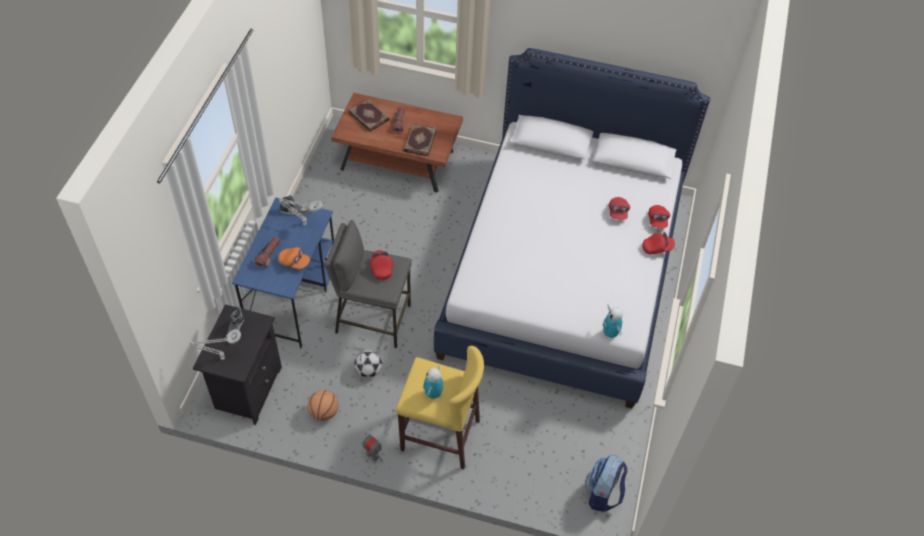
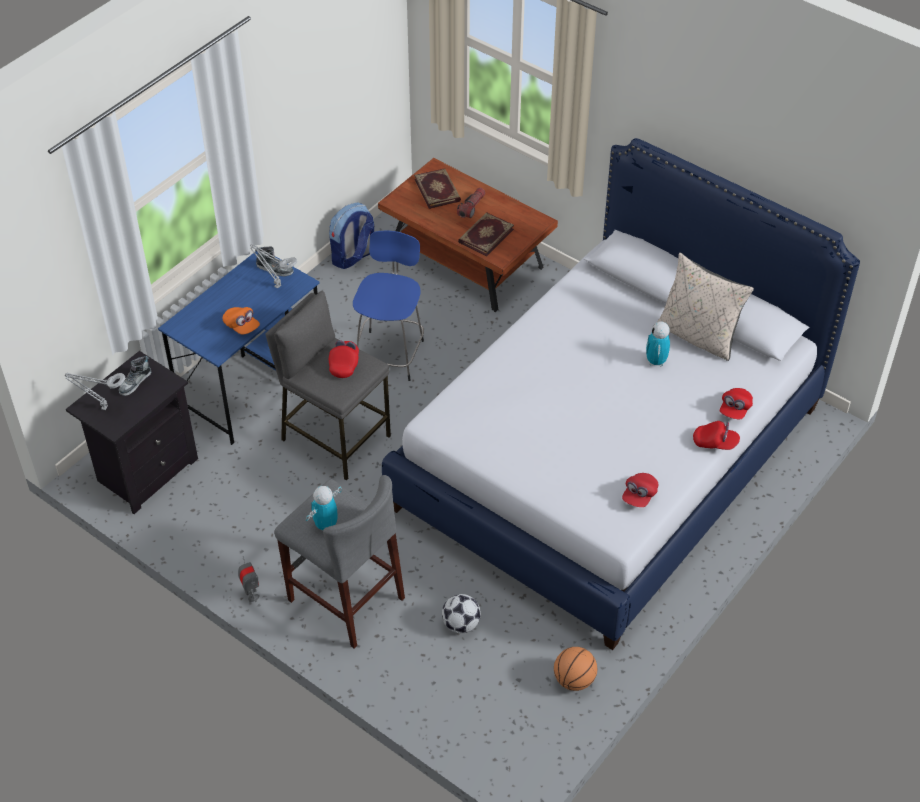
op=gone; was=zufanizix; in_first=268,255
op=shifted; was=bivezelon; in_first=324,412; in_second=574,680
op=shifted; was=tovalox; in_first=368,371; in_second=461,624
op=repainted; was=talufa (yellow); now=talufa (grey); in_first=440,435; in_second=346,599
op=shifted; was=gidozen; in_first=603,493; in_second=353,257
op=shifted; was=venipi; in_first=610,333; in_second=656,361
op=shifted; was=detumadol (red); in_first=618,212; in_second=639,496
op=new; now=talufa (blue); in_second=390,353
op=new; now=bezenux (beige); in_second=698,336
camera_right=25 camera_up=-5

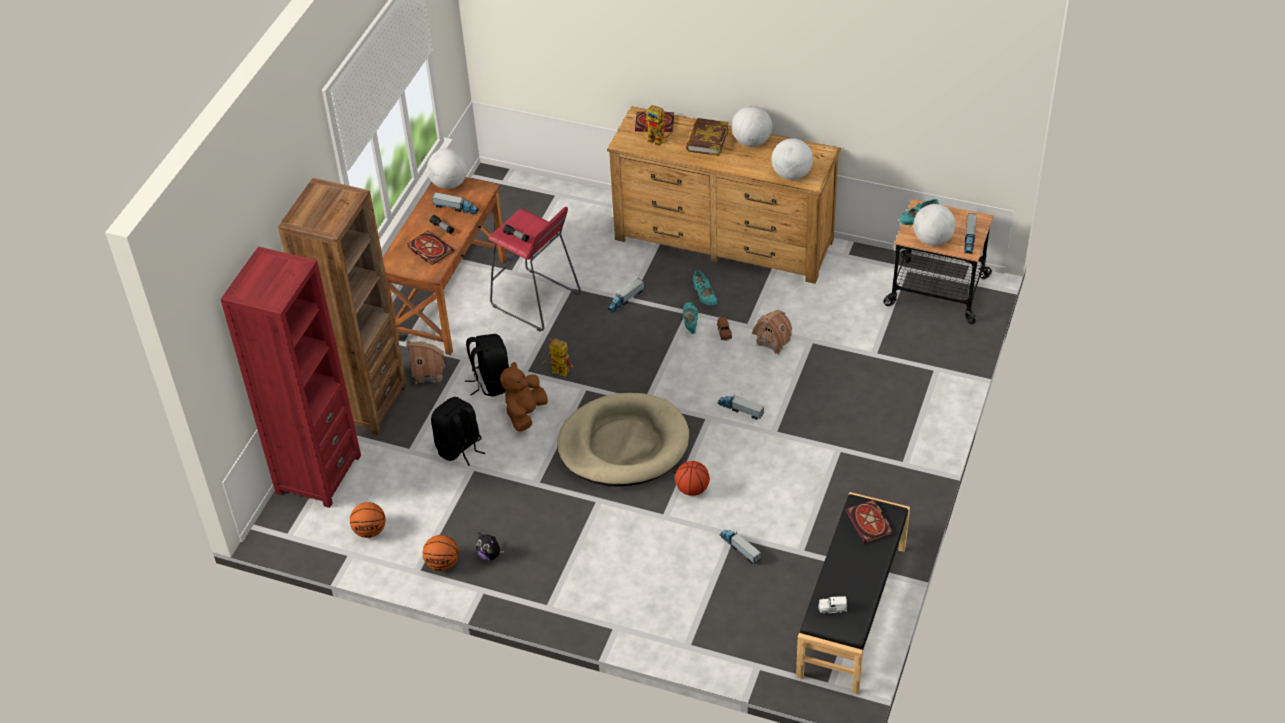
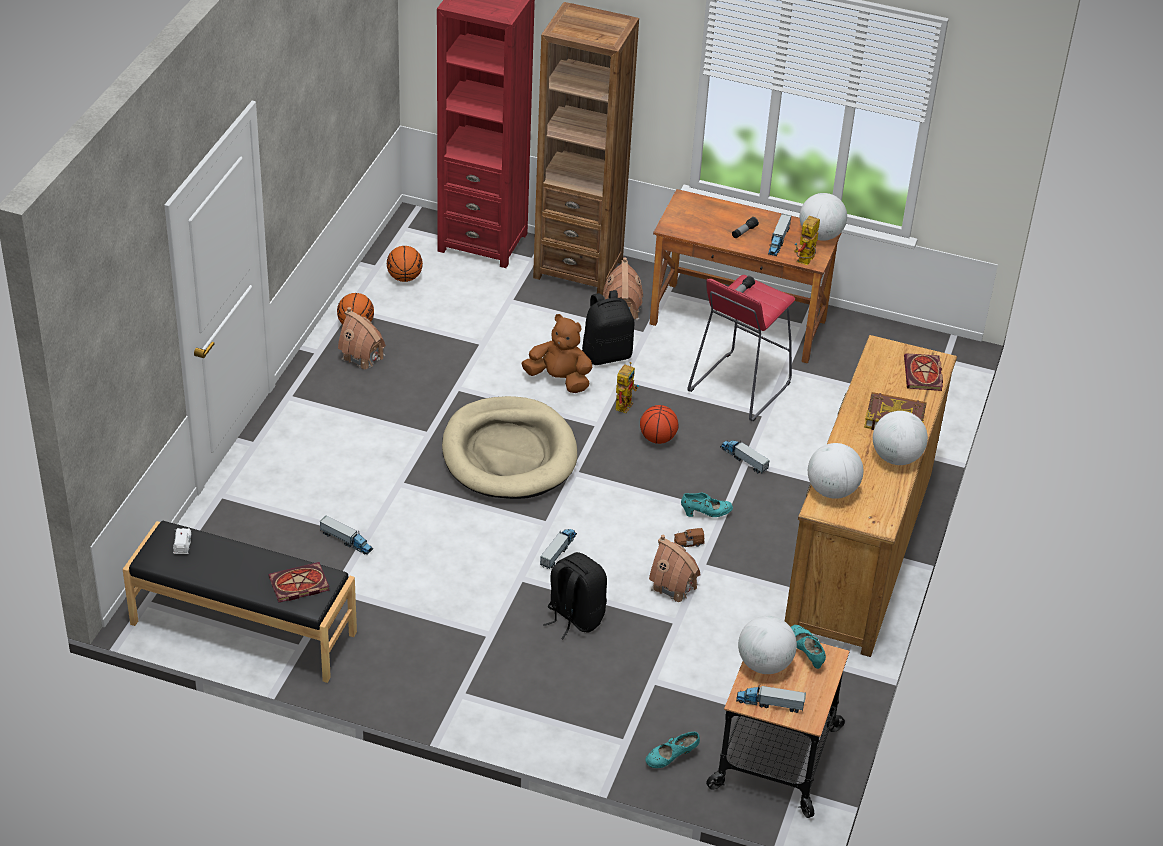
op=gone; was=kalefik; in_first=428,249
op=shifted; was=gidozen (black); in_first=459,448; in_second=574,617
op=swapped; was=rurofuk; now=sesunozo; in_first=490,555; in_second=363,357
op=shifted; was=venipi; in_first=660,141; in_second=805,262
op=shifted; was=bivezelon; in_first=692,489; in_second=657,438
op=shifted; was=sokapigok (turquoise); in_first=704,296; in_second=671,758
op=rotated; was=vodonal; in_first=740,548; in_second=346,541; clockwise=75
camera_right=85 camera_up=-5

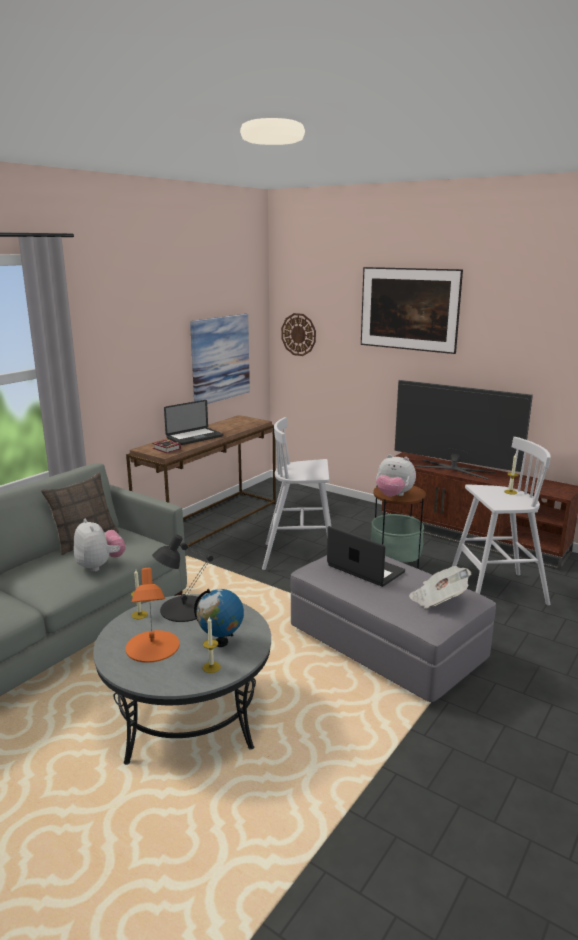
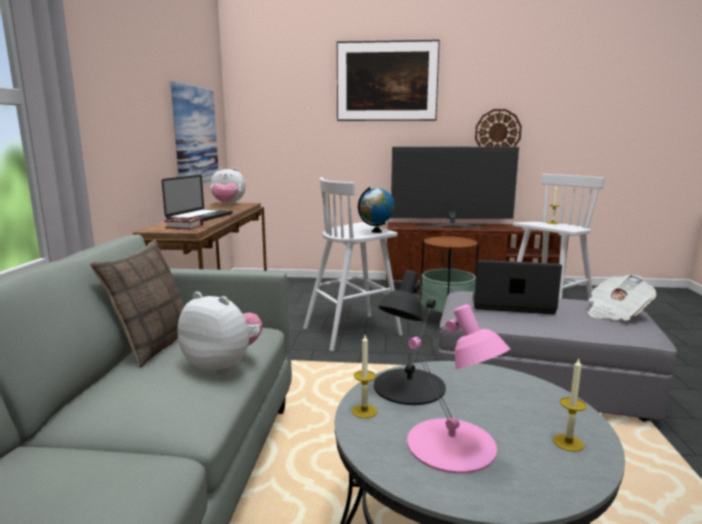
op=repainted; was=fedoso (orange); now=fedoso (pink); in_first=152,647; in_second=452,445
op=shifted; was=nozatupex; in_first=221,642; in_second=376,231
op=shifted; was=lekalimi; in_first=298,334; in_second=497,132
op=shifted; was=rurofuk; in_first=393,496; in_second=228,205
camera_right=-30 camera_up=-5

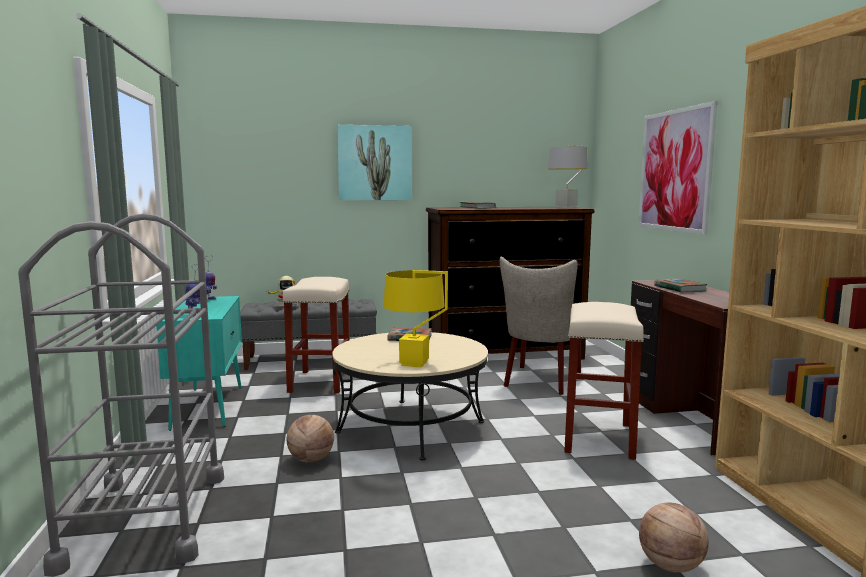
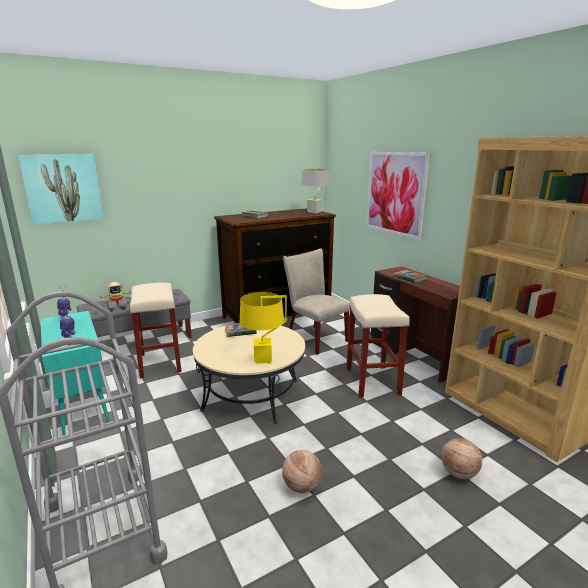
op=shifted; was=bivezelon; in_first=311,460; in_second=301,486
op=shifted; was=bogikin; in_first=374,163; in_second=63,188
op=rotated; was=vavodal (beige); in_first=540,381; in_second=313,338; clockwise=135
camera_right=-20 camera_up=10

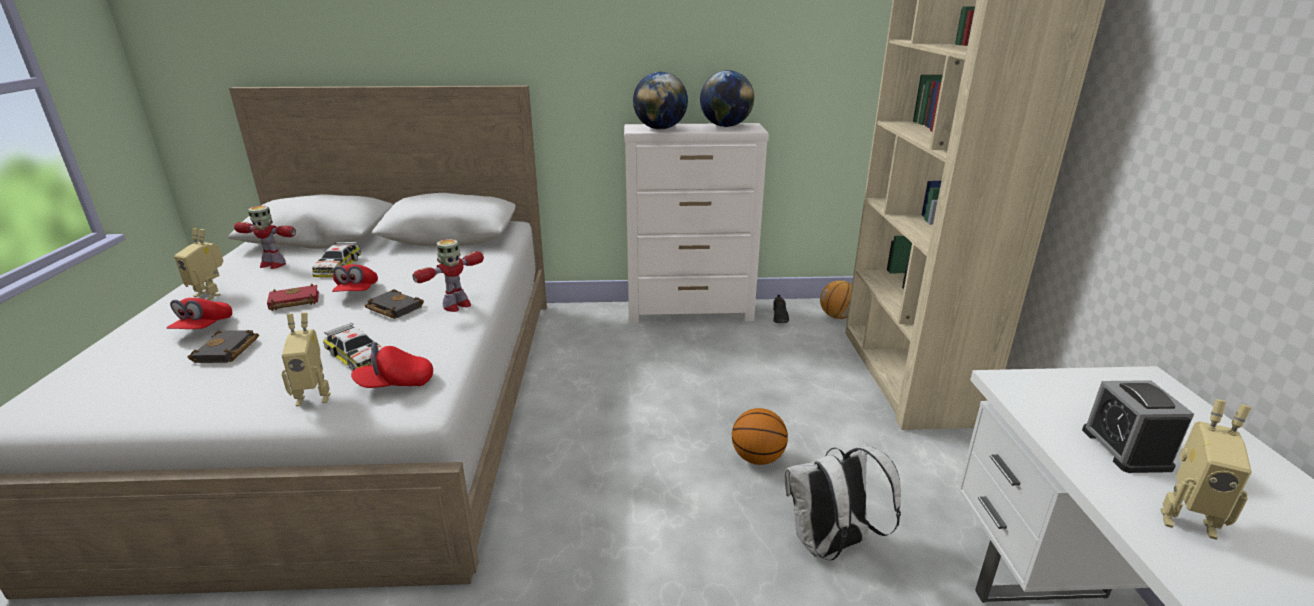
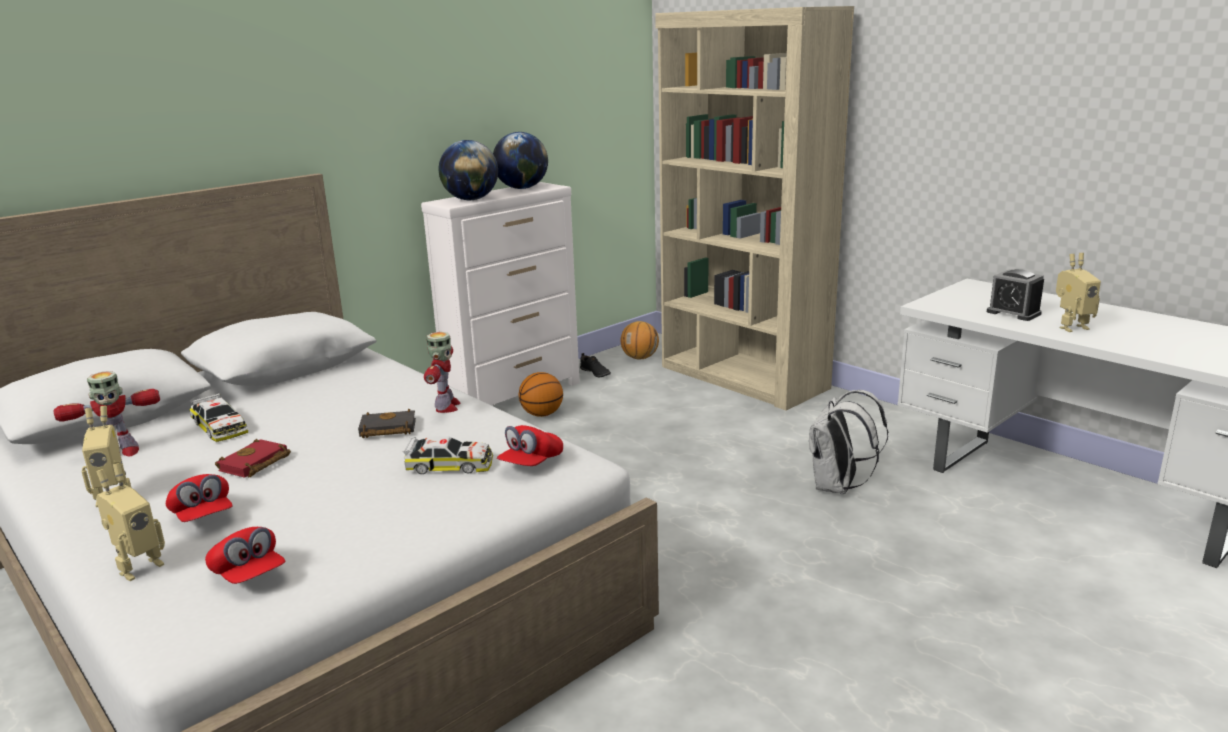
op=gone; was=kalefik (black); in_first=227,351
op=shifted; was=venipi; in_first=314,396; in_second=138,567
op=shifted; was=detumadol (red); in_first=357,292; in_second=248,575
op=shifted; was=bivezelon; in_first=757,458; in_second=541,414
camera_right=-40 camera_up=-5

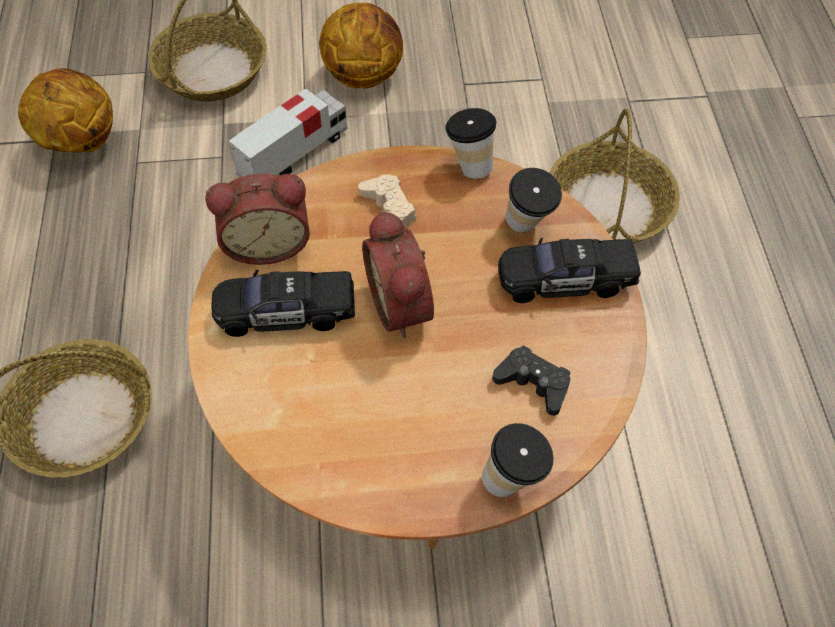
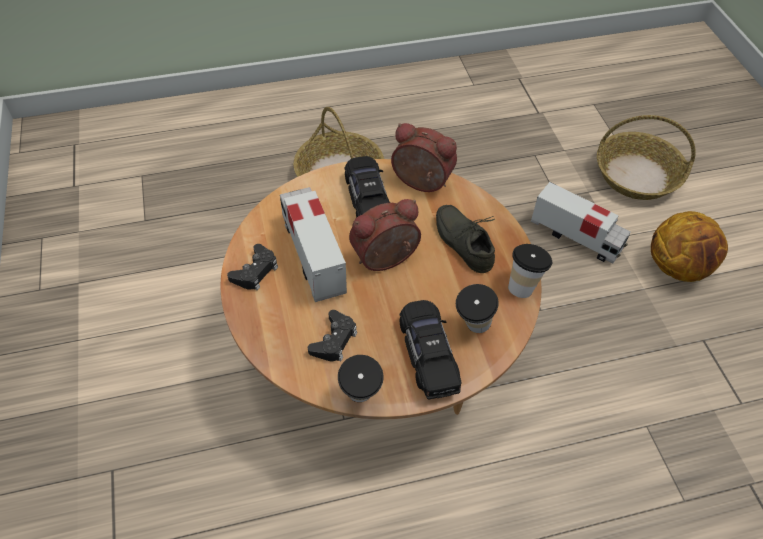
op=gone; was=bivezelon; in_first=79,142
op=rotated; was=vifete; in_first=267,243; in_second=420,183; clockwise=135
op=swapped; was=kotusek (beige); now=sokapigok (grey); in_first=388,209; in_second=466,242
op=shifted; was=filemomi; in_first=513,481; in_second=360,399
op=gone; was=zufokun; in_first=607,206
op=new; now=kotusek (black); in_second=255,271
op=new; now=vodonal; in_second=313,255
camera_right=80 camera_up=-5

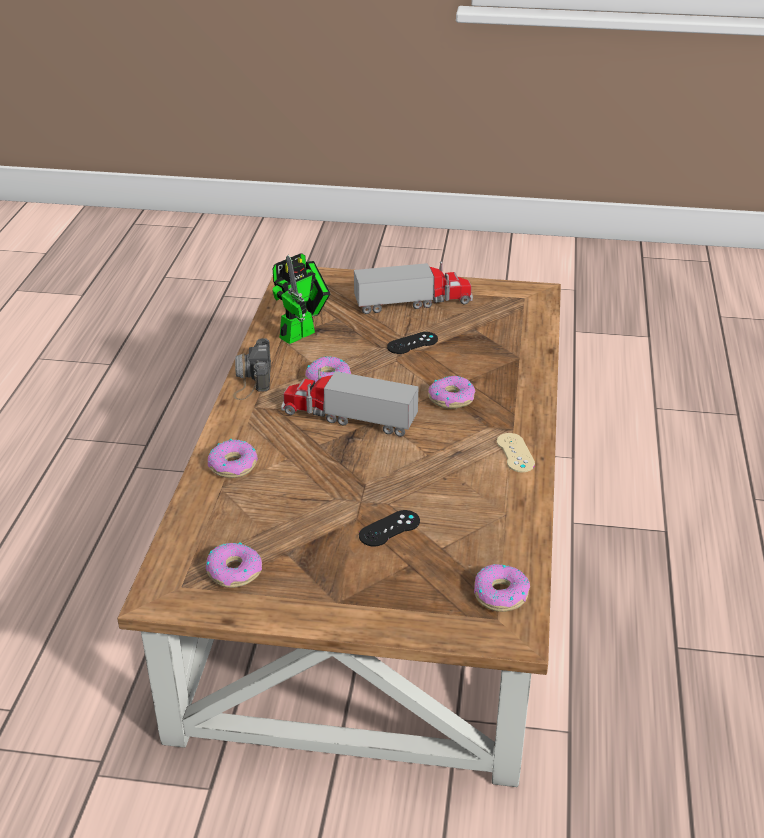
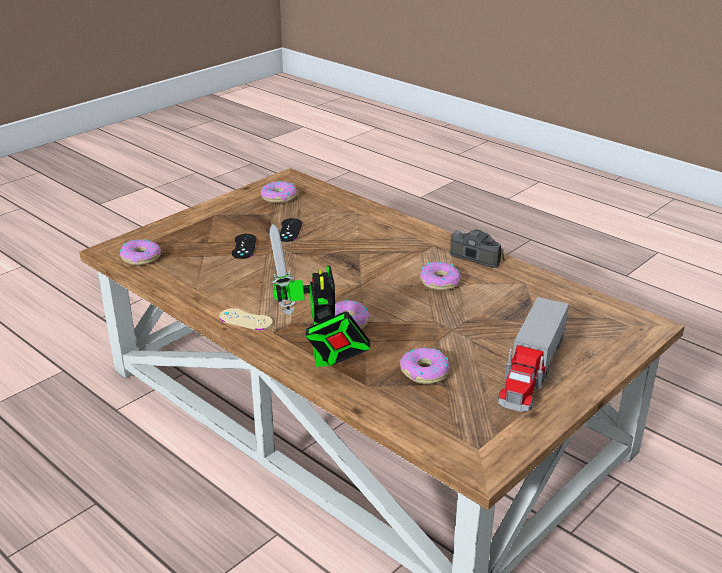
op=shifted; was=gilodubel; in_first=233,465; in_second=424,372
op=shifted; was=venipi; in_first=302,333; in_second=323,359
op=gone; was=vodonal; in_first=348,417
op=shifted; was=kotusek (black); in_first=412,343; in_second=289,230
camera_right=125 camera_up=-5

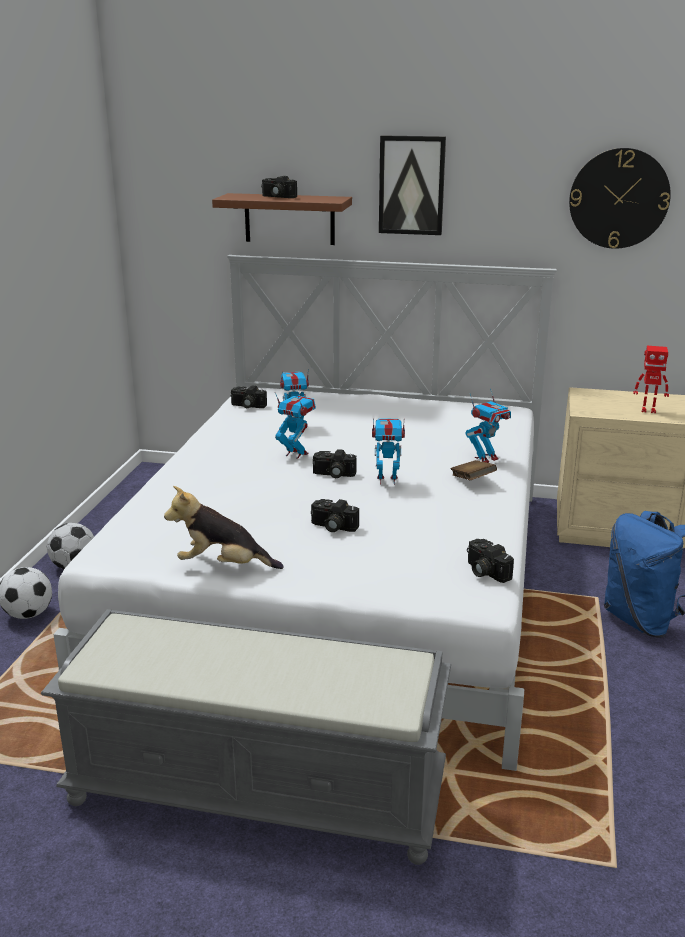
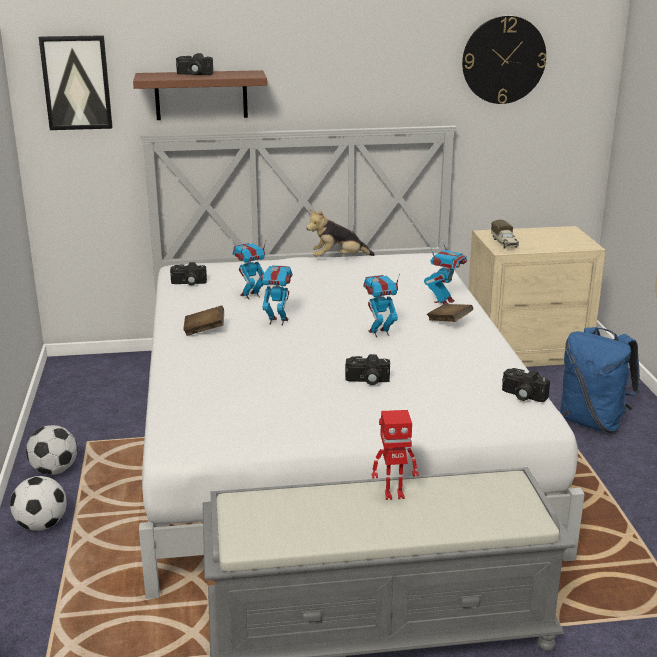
op=shifted; was=rurofuk; in_first=223,565; in_second=338,259
op=gone; was=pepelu; in_first=333,474
op=shifted; was=bogikin; in_first=411,185; in_second=76,83
op=shifted; was=venipi; in_first=648,410; in_second=394,494
op=new; now=kalefik (brown); in_second=204,330
op=new; now=vodonal; in_second=504,243
camera_right=-20 camera_up=0

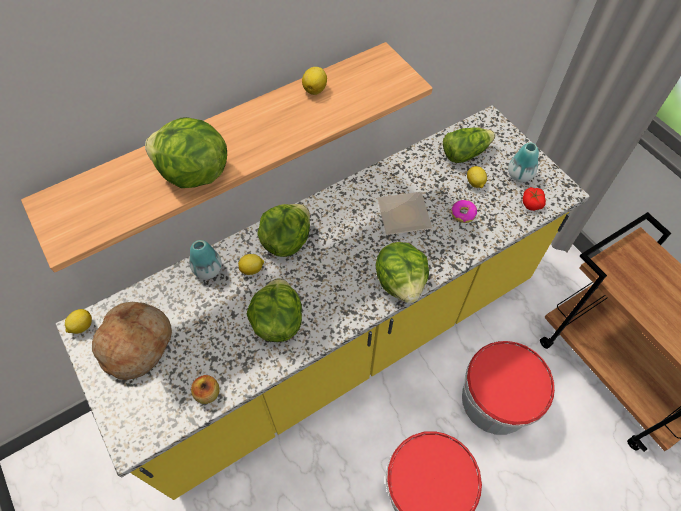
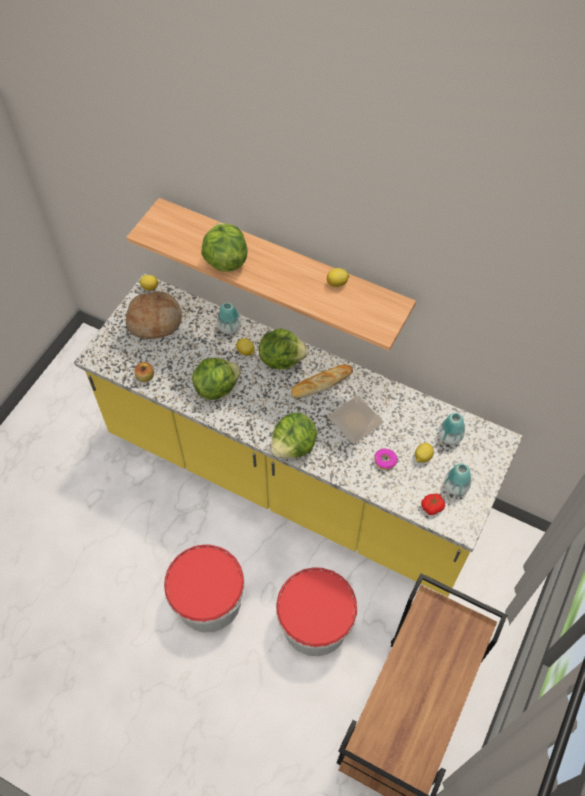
op=swapped; was=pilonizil; now=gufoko; in_first=464,153; in_second=450,436
op=new; now=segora; in_second=321,383
camera_right=60 camera_up=0

